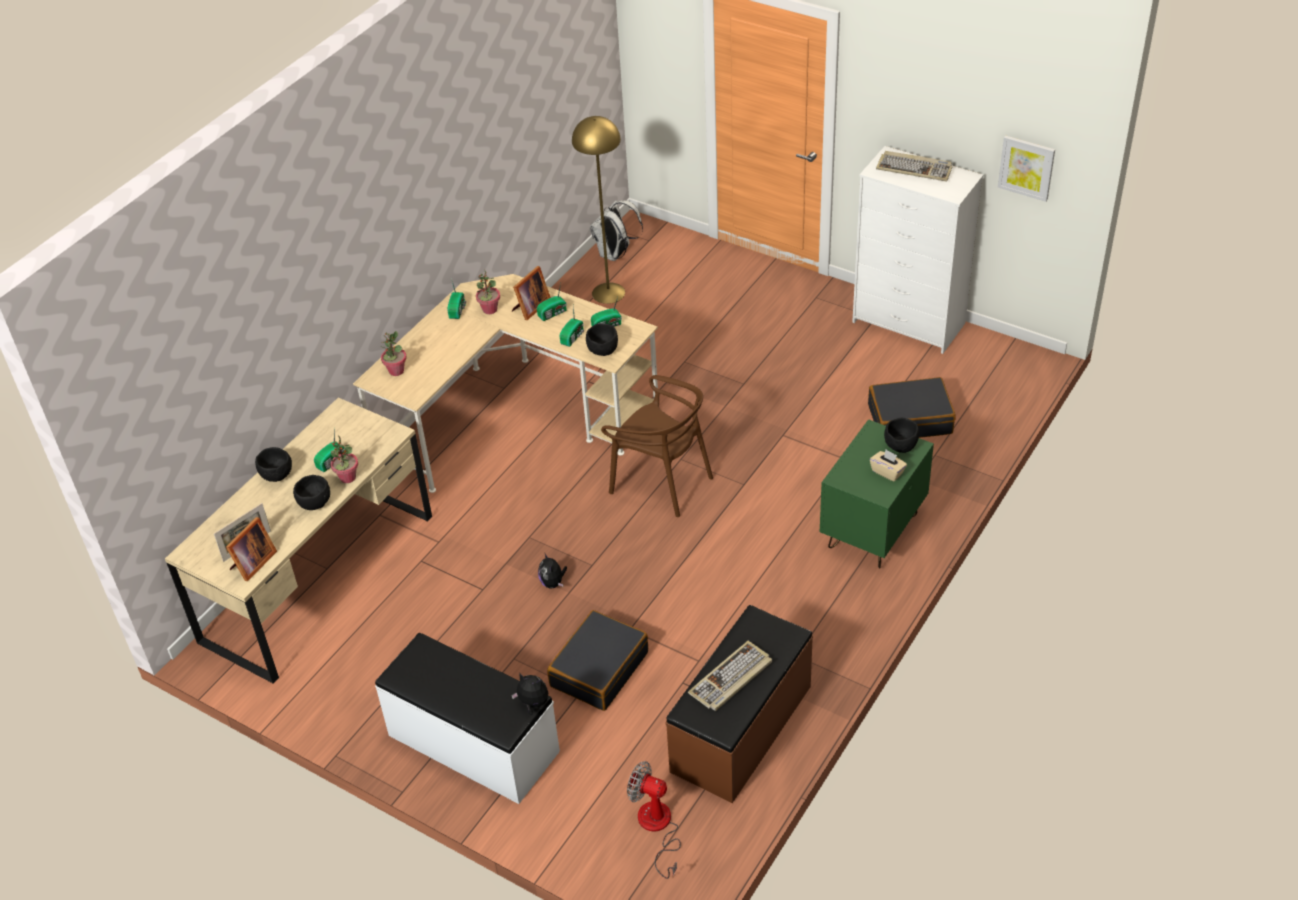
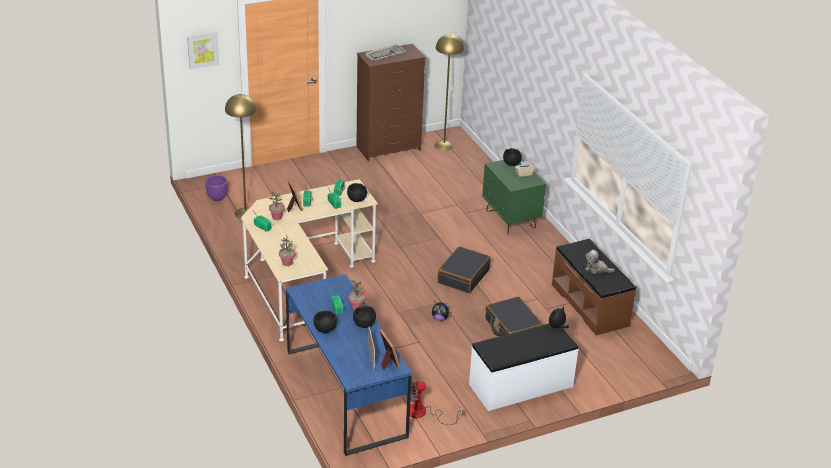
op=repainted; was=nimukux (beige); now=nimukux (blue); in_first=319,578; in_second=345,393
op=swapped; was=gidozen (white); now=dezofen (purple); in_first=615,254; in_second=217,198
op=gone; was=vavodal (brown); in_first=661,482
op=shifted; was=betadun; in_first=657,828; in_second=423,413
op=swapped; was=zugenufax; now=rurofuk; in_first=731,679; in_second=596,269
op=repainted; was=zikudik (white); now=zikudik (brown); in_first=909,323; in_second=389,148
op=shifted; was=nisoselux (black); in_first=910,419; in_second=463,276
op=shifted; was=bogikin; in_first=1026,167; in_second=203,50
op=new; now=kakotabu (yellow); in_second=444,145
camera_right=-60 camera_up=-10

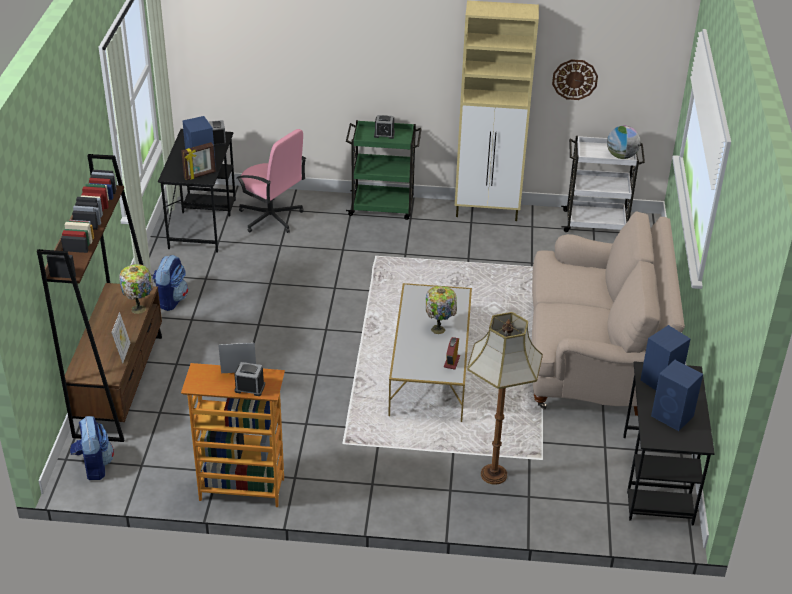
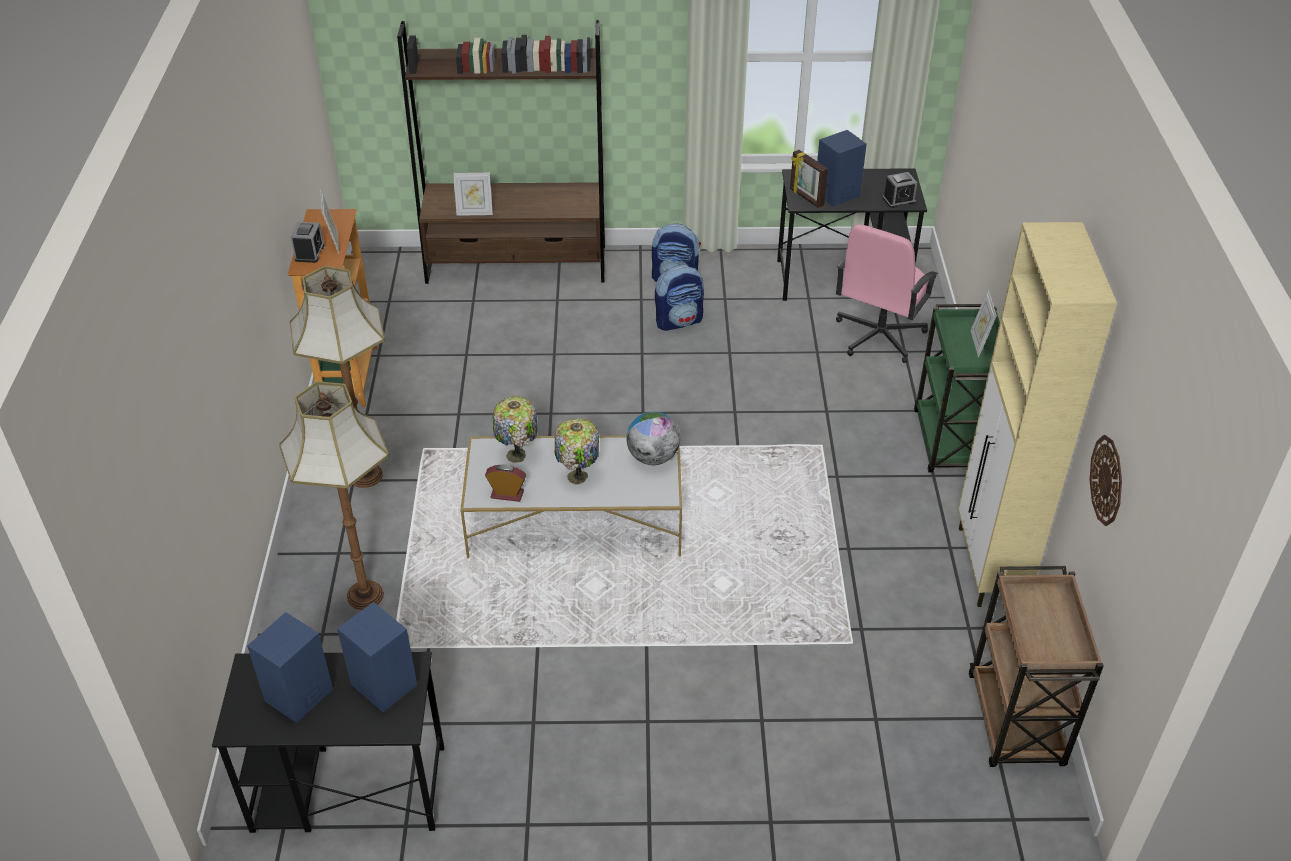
op=shifted; was=gidozen; in_first=94,466; in_second=679,321
op=shifted; was=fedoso; in_first=139,308; in_second=517,456
op=swapped; was=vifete; now=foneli; in_first=384,134; in_second=978,343
op=gone; was=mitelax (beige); in_first=593,359
op=repainted; was=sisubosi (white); now=sisubosi (brown); in_first=596,223; in_second=1016,722
op=shifted; was=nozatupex; in_first=621,156; in_second=653,457
op=new; now=kakotabu; in_second=364,476
camera_right=85 camera_up=5

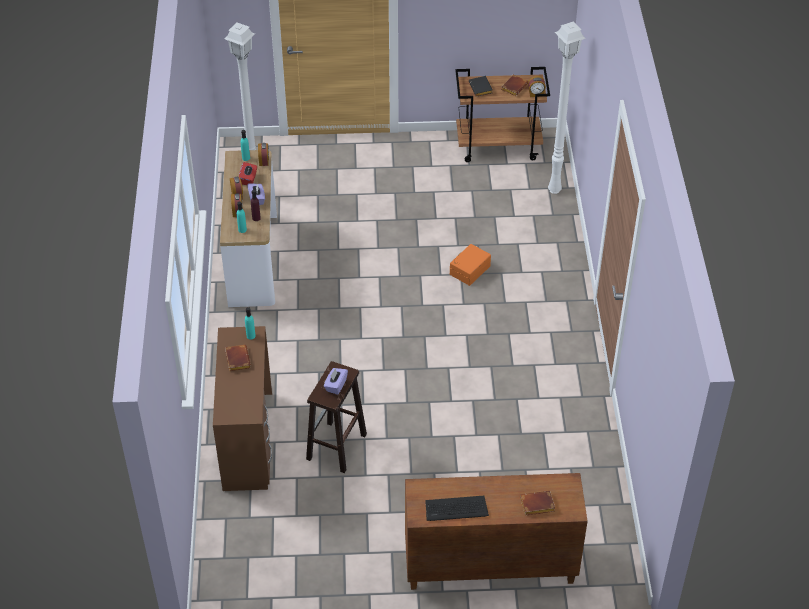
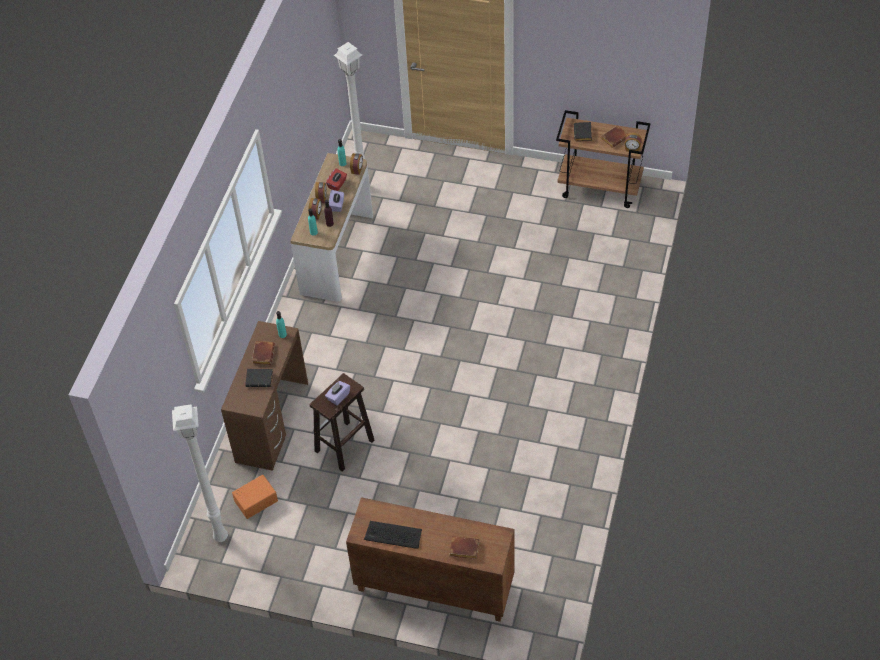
op=shifted; was=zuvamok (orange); in_first=469,269; in_second=255,500
op=shifted; was=kakotabu (white); in_first=554,191; in_second=220,538
op=new; now=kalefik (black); in_second=260,379
camera_right=20 camera_up=5

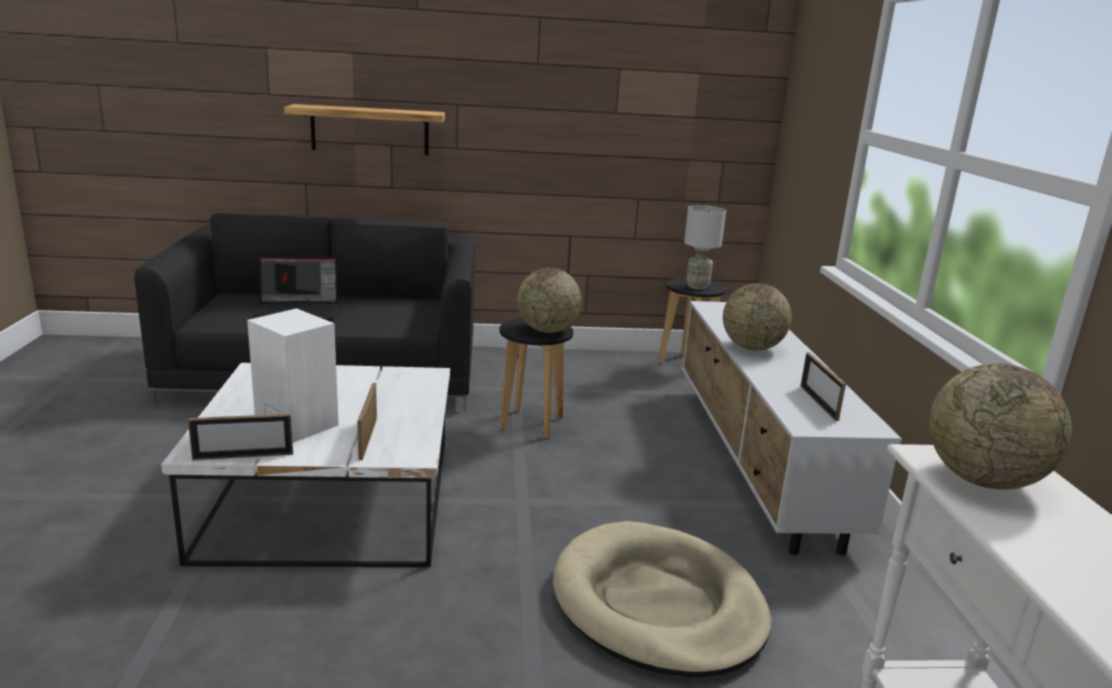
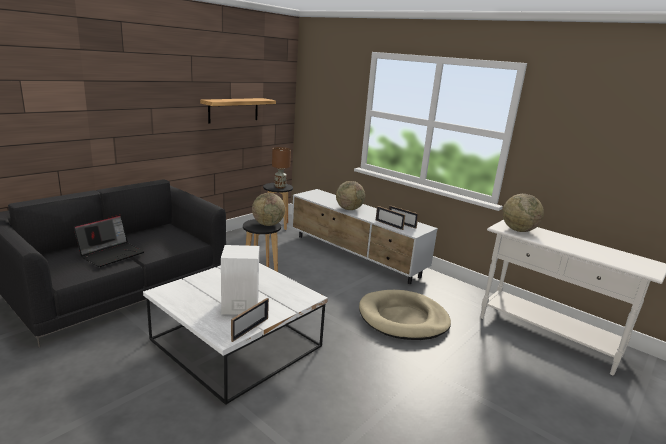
op=shifted; was=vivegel; in_first=370,130; in_second=233,110
op=shifted; was=foneli; in_first=368,438; in_second=389,224
op=repainted; was=fedoso (grey); now=fedoso (brown); in_first=697,286; in_second=280,187
camera_right=-45 camera_up=0

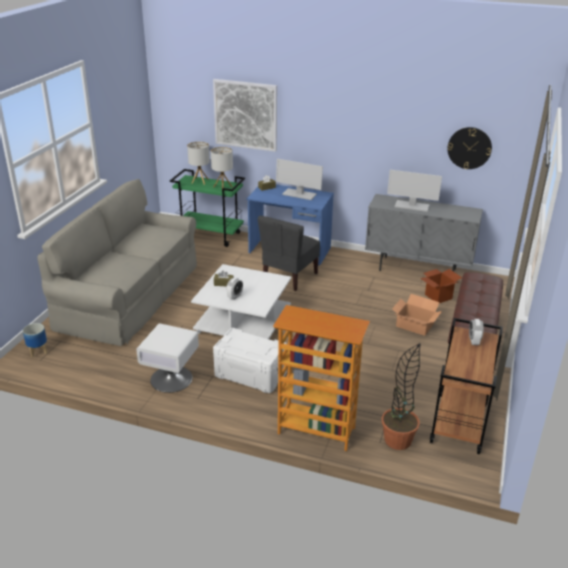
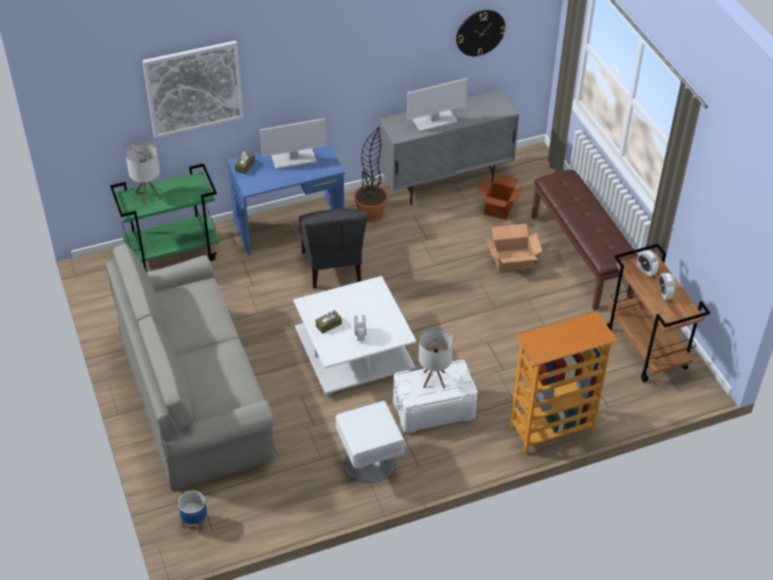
op=shifted; was=fedoso; in_first=222,187; in_second=434,379
op=shifted; was=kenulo; in_first=398,440; in_second=370,213
op=new; now=vifete; in_second=664,294
camera_right=-40 camera_up=15

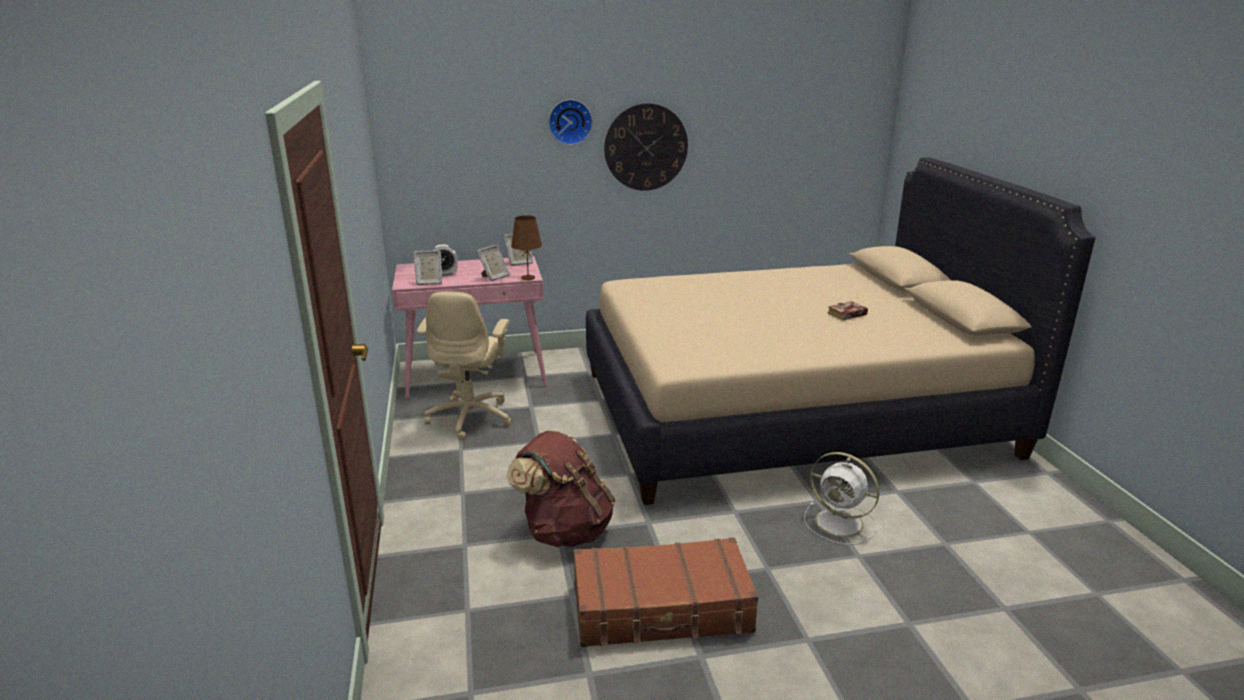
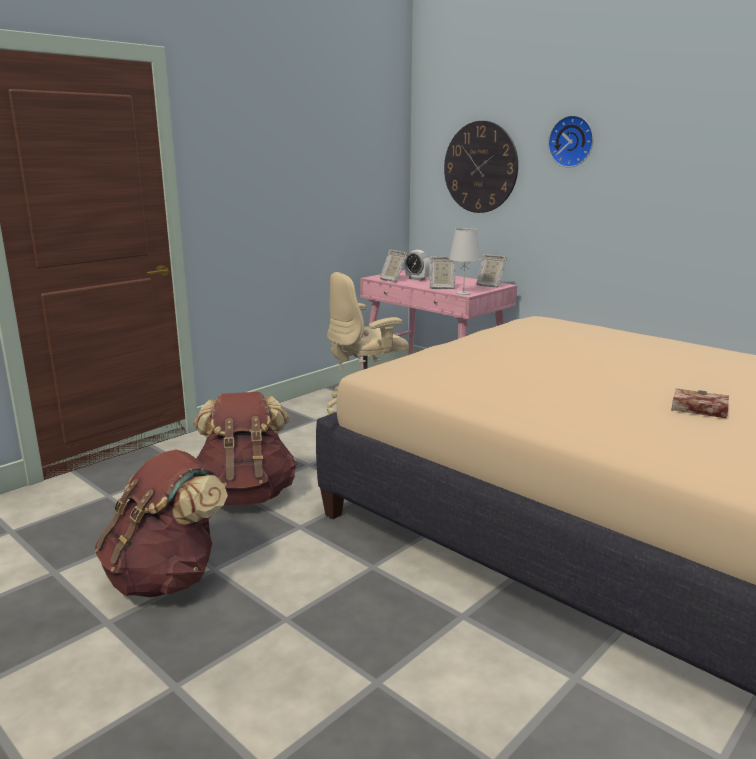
op=repainted; was=fedoso (brown); now=fedoso (white); in_first=528,277; in_second=463,293
op=swapped; was=nisoselux (brown); now=gidozen (brown); in_first=662,609; in_second=167,578
op=shifted; was=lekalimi; in_first=646,147; in_second=480,167
op=gone; was=betadun (white); in_first=841,523
camera_right=55 camera_up=-5

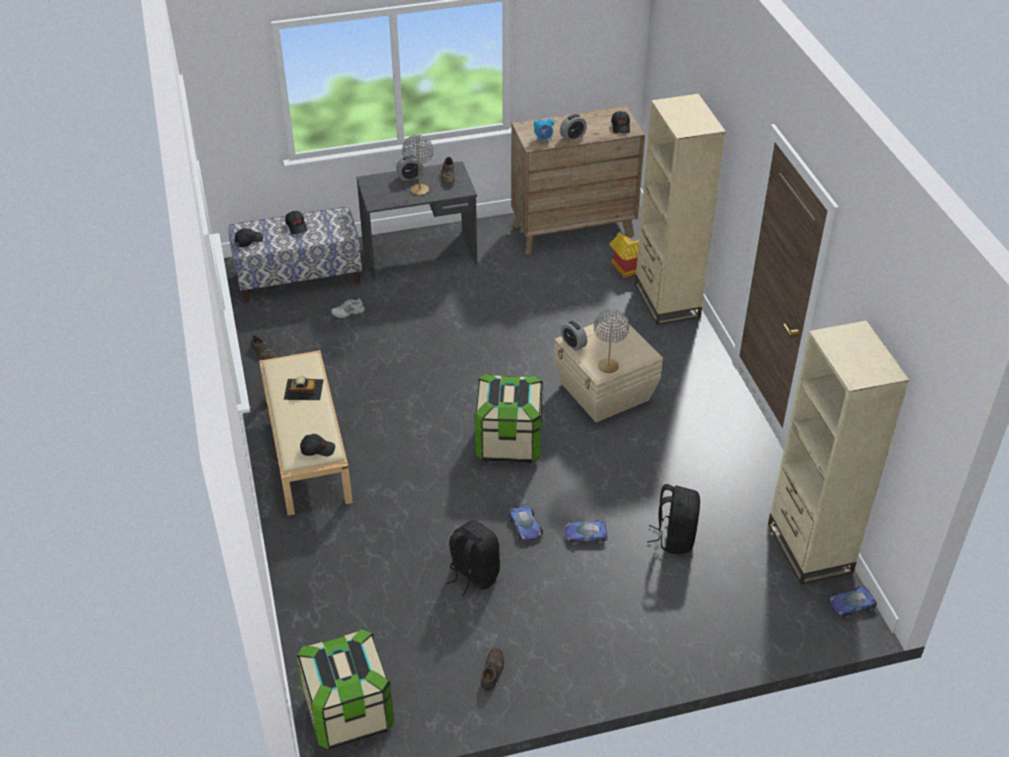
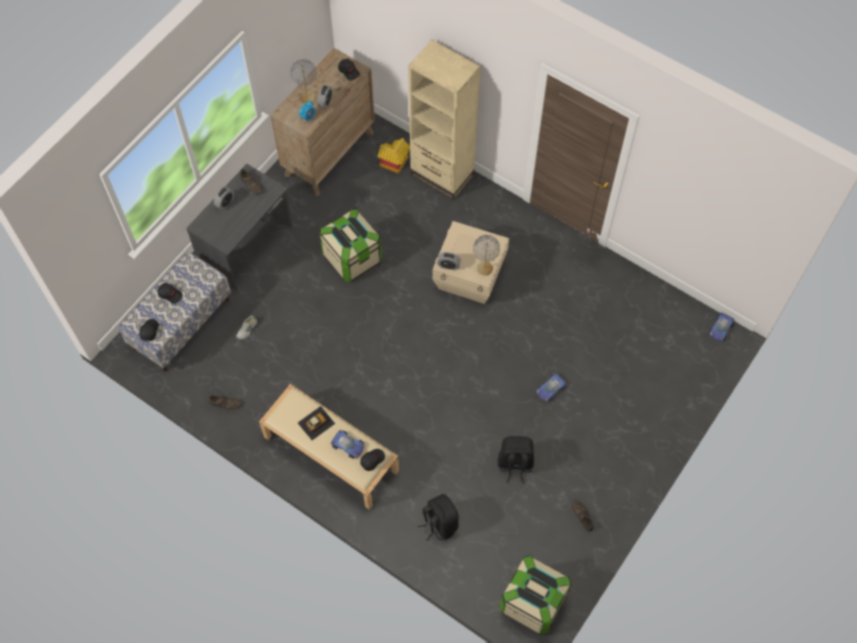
op=shifted; was=fedoso (grey); in_first=420,190; in_second=307,97
op=shifted; was=zuvamok; in_first=508,442; in_second=352,258
op=shifted; was=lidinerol; in_first=525,527; in_second=348,446
op=shifted; was=gidozen (black); in_first=674,538; in_second=439,523
op=gone; was=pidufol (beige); in_first=809,548
camera_right=-40 camera_up=20

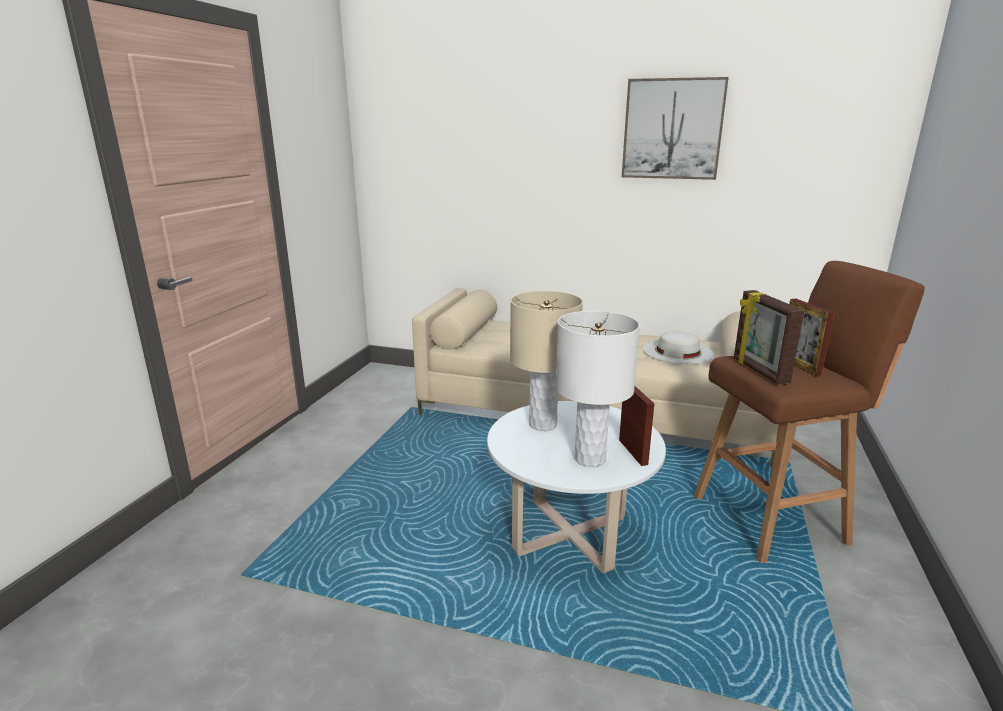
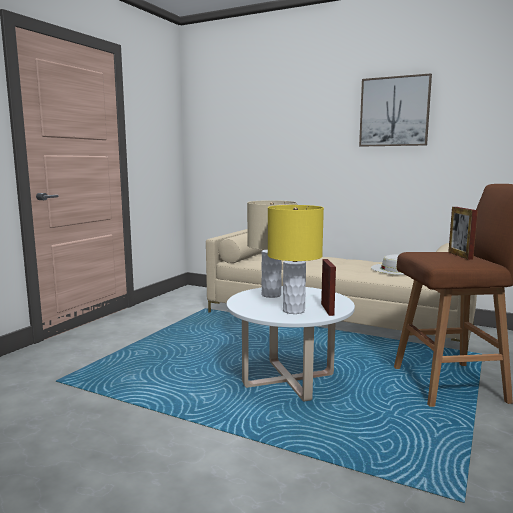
op=repainted; was=fedoso (white); now=fedoso (yellow); in_first=590,459; in_second=293,311
op=gone; was=foneli; in_first=759,371
camera_right=10 camera_up=-10

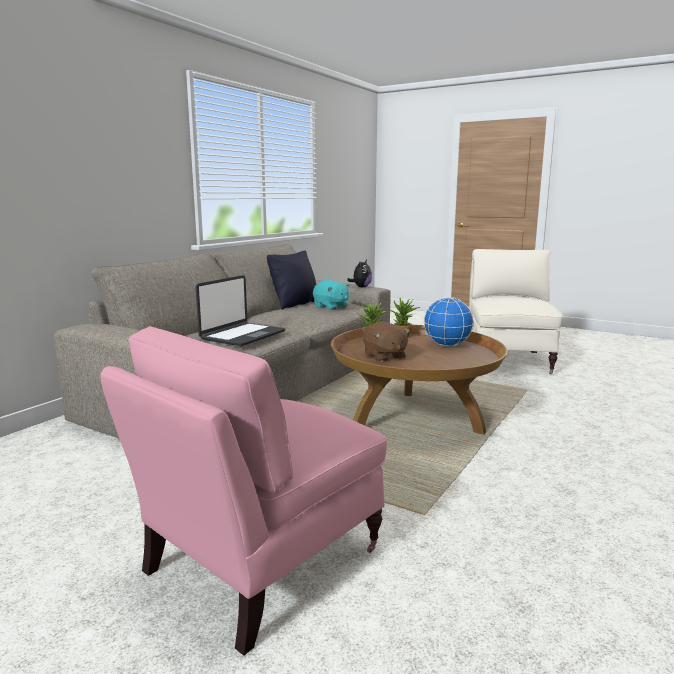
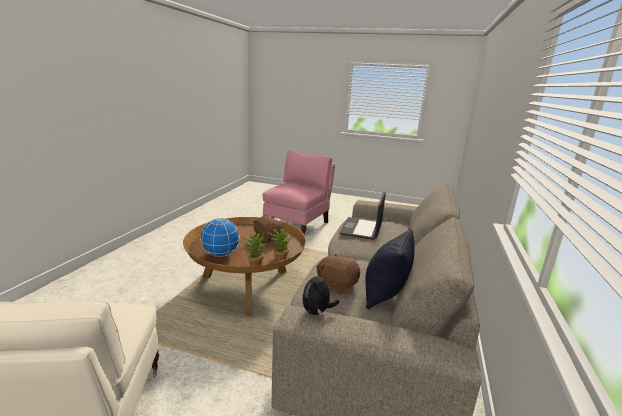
op=repainted; was=rurofuk (turquoise); now=rurofuk (brown); in_first=331,307; in_second=337,285
camera_right=165 camera_up=5

